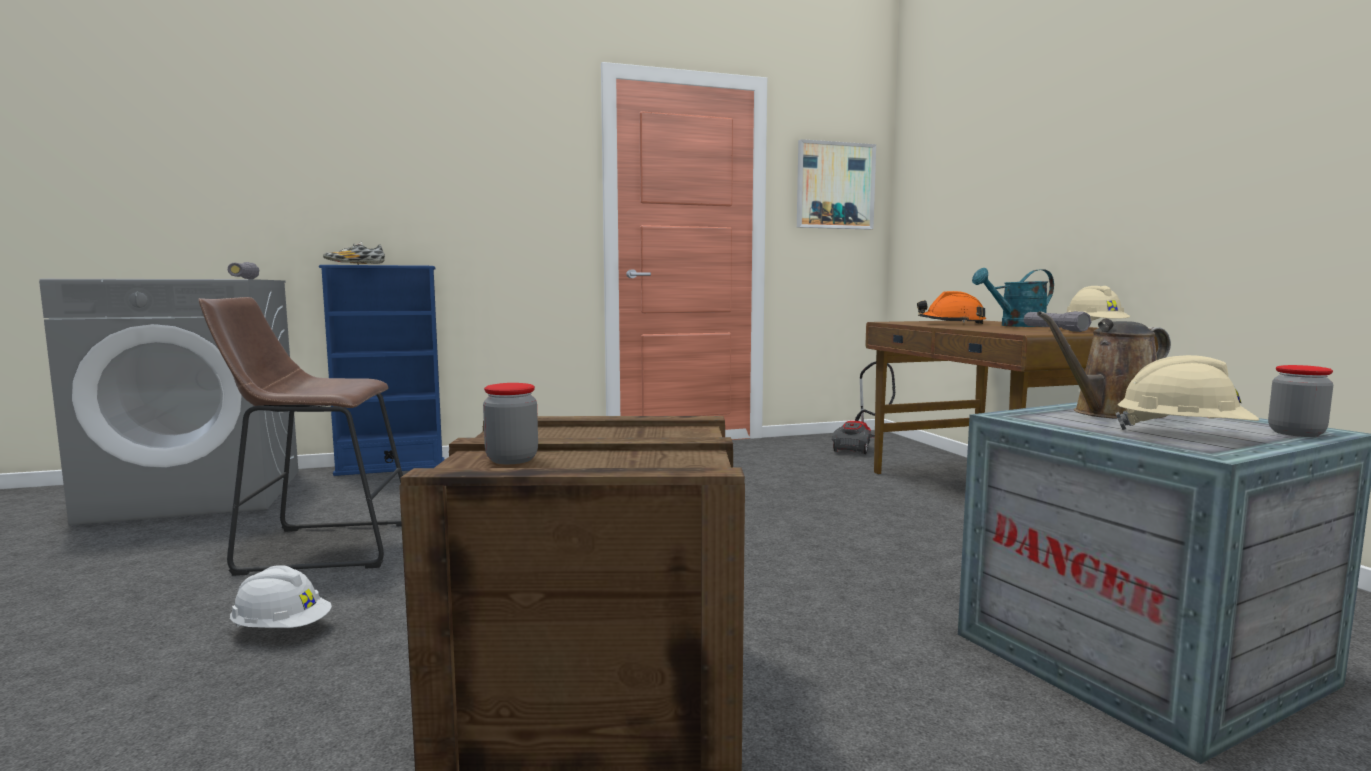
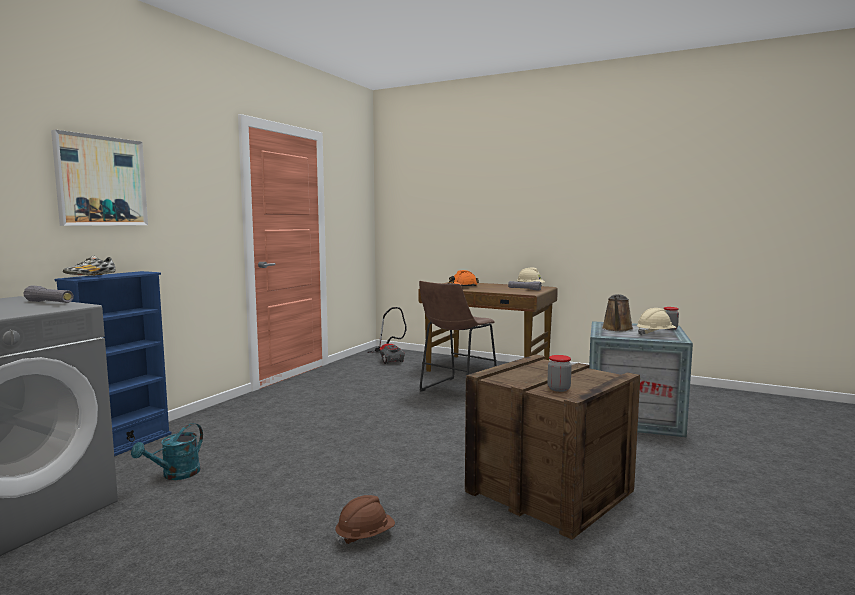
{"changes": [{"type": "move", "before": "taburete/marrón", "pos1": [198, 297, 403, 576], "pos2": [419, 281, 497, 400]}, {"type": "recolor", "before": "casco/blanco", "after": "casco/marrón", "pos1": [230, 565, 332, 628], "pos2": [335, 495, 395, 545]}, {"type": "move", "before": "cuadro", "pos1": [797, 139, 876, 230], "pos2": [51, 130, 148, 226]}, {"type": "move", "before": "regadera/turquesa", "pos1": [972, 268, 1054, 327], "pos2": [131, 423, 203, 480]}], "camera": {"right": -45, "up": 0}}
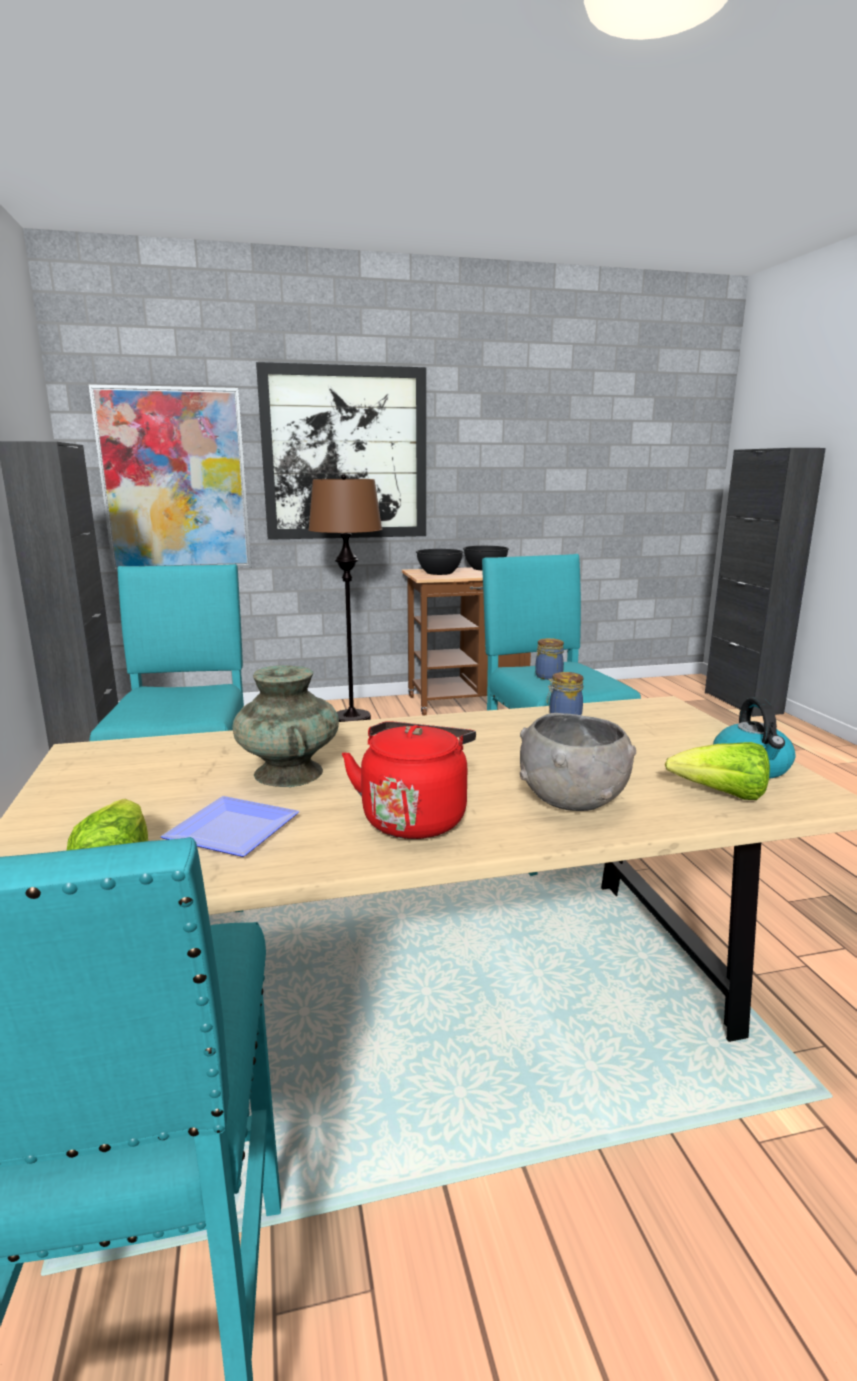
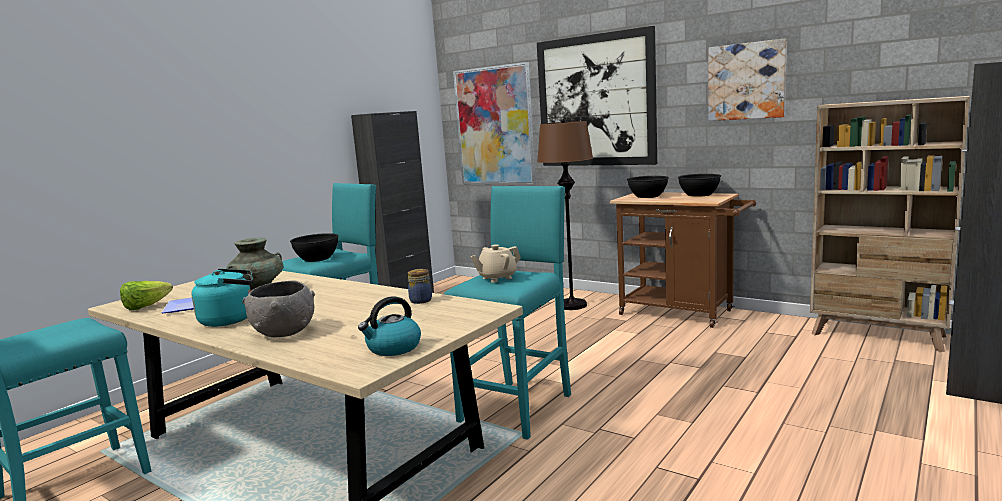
{"changes": [{"type": "recolor", "before": "hervidor/rojo", "after": "hervidor/turquesa", "pos1": [342, 721, 476, 839], "pos2": [191, 269, 253, 327]}, {"type": "replace", "before": "tarro", "after": "tetera/beis", "pos1": [535, 638, 564, 680], "pos2": [471, 244, 521, 282]}, {"type": "delete", "before": "lechuga", "pos1": [665, 742, 770, 800]}, {"type": "insert", "after": "cuenco/negro", "pos2": [290, 233, 339, 262]}, {"type": "insert", "after": "cuadro", "pos2": [708, 39, 787, 121]}, {"type": "insert", "after": "estantería/beis", "pos2": [810, 96, 970, 352]}], "camera": {"right": 50, "up": -5}}
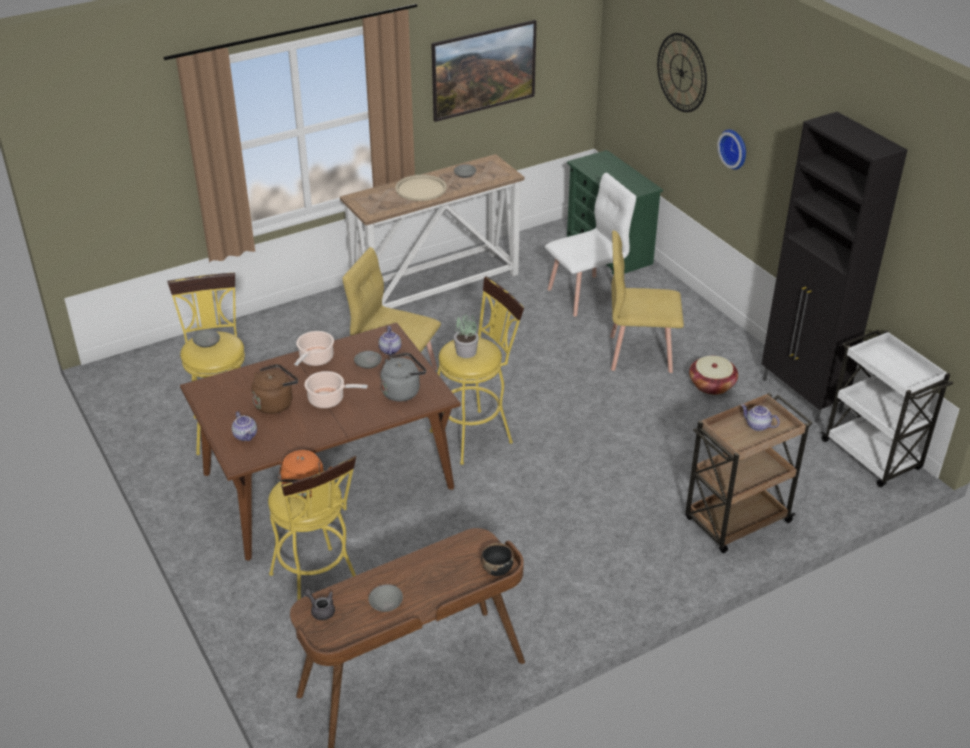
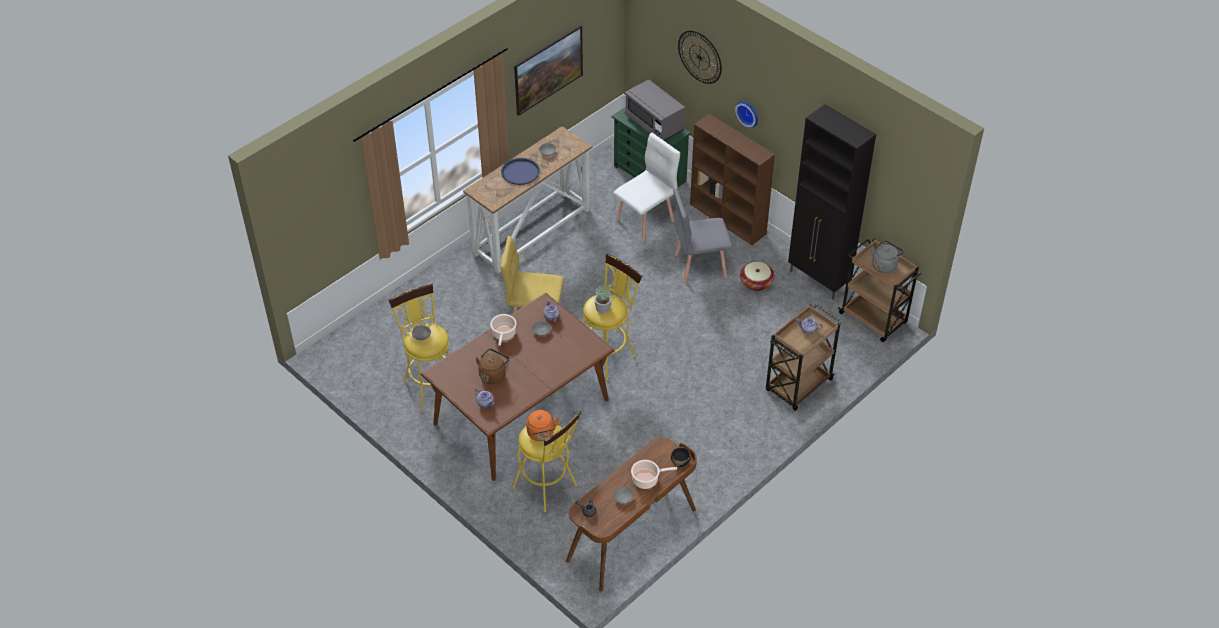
{"changes": [{"type": "move", "before": "olla", "pos1": [305, 371, 368, 408], "pos2": [631, 460, 677, 489]}, {"type": "move", "before": "hervidor/gris", "pos1": [380, 353, 426, 402], "pos2": [871, 240, 904, 273]}, {"type": "recolor", "before": "bandeja/beis", "after": "bandeja/azul", "pos1": [395, 175, 447, 201], "pos2": [501, 158, 540, 185]}, {"type": "recolor", "before": "silla/amarillo", "after": "silla/gris", "pos1": [610, 231, 684, 373], "pos2": [673, 188, 733, 284]}, {"type": "recolor", "before": "carrito/blanco", "after": "carrito/marrón", "pos1": [821, 330, 953, 487], "pos2": [838, 239, 922, 342]}, {"type": "insert", "after": "microondas/gris", "pos2": [624, 80, 685, 141]}, {"type": "insert", "after": "estantería/marrón", "pos2": [690, 114, 775, 245]}], "camera": {"right": -15, "up": 10}}
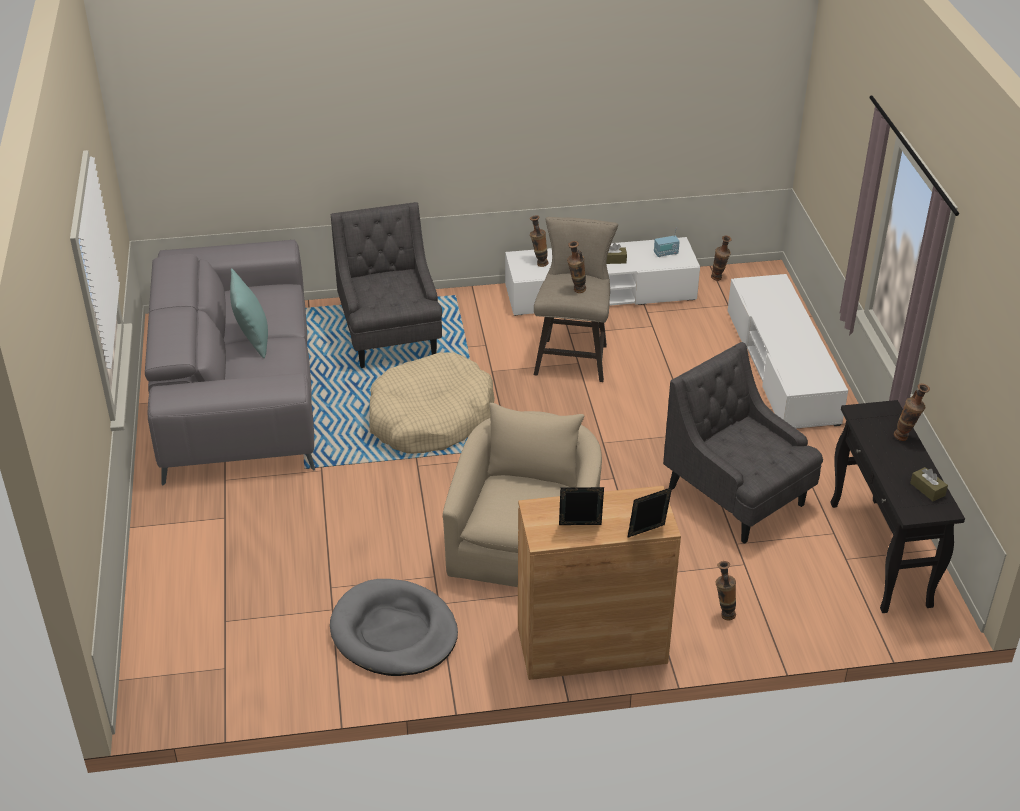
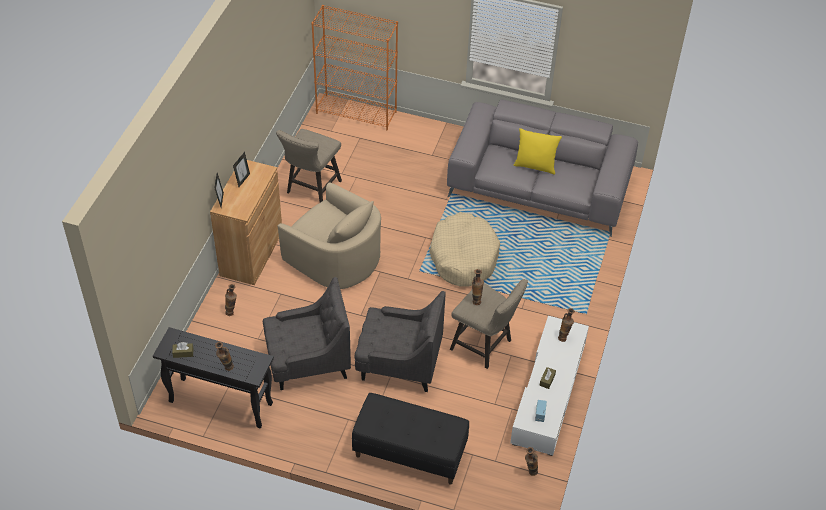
{"changes": [{"type": "recolor", "before": "cojín/turquesa", "after": "cojín/amarillo", "pos1": [230, 268, 268, 358], "pos2": [514, 128, 562, 175]}, {"type": "replace", "before": "cama para perro/gris", "after": "taburete/beis", "pos1": [330, 579, 458, 676], "pos2": [276, 129, 342, 202]}, {"type": "move", "before": "sillón/gris", "pos1": [331, 202, 442, 368], "pos2": [354, 291, 446, 392]}, {"type": "replace", "before": "mueble de televisión/blanco", "after": "banco/negro", "pos1": [728, 274, 848, 428], "pos2": [352, 393, 469, 484]}, {"type": "insert", "after": "estantería/naranja", "pos2": [311, 5, 398, 131]}], "camera": {"right": 115, "up": 10}}
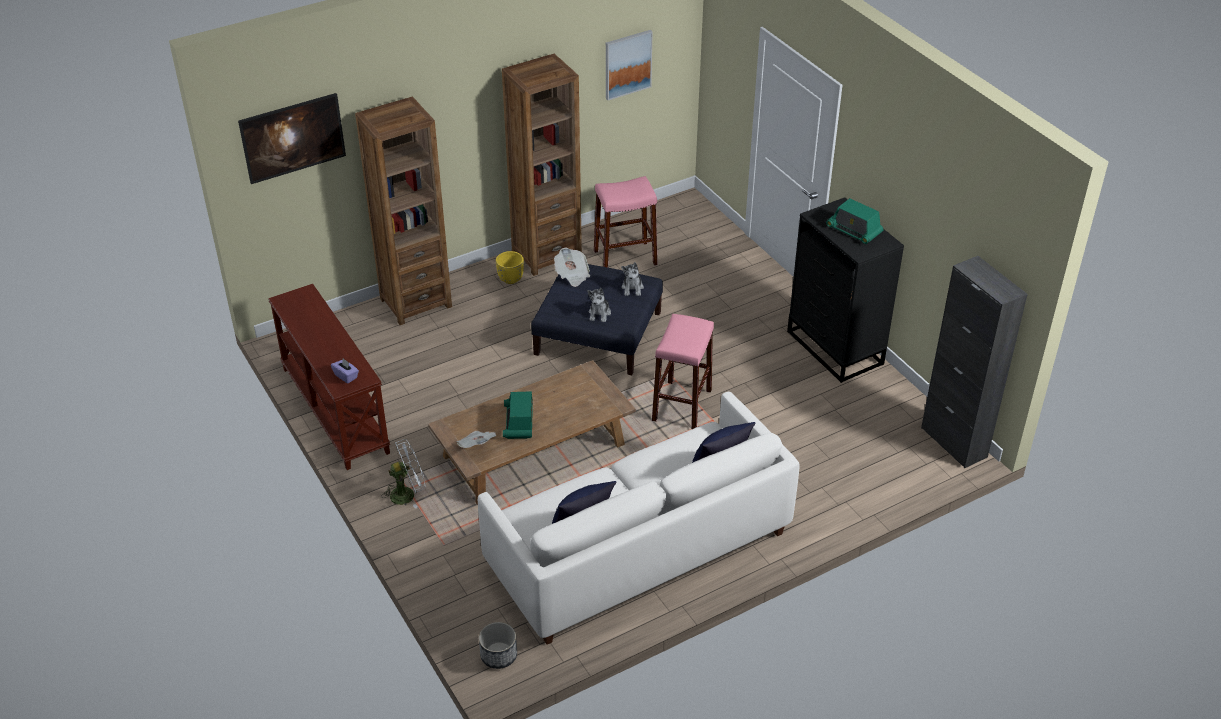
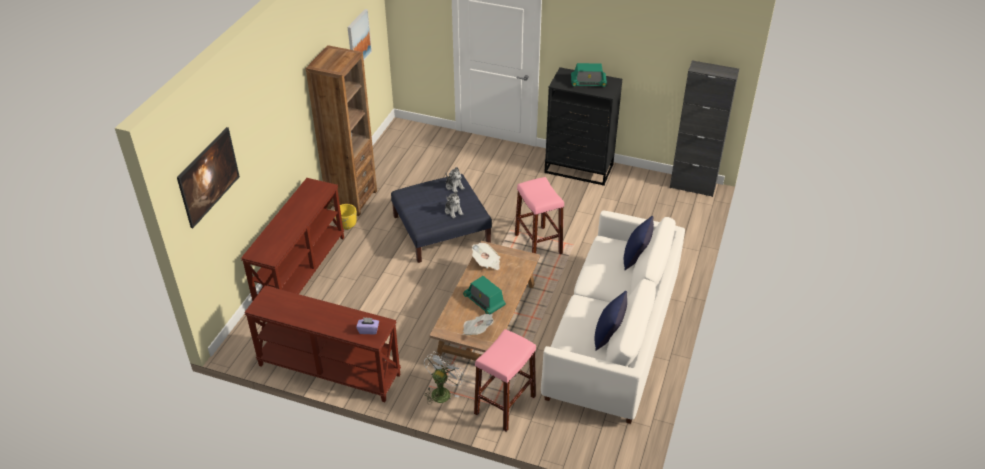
{"changes": [{"type": "replace", "before": "estantería/marrón", "after": "mesa consola/marrón", "pos1": [355, 97, 452, 325], "pos2": [241, 178, 344, 301]}, {"type": "delete", "before": "maceta", "pos1": [479, 622, 517, 669]}, {"type": "move", "before": "periódico", "pos1": [554, 247, 590, 287], "pos2": [472, 243, 500, 270]}, {"type": "move", "before": "taburete/rosa", "pos1": [594, 176, 658, 267], "pos2": [474, 329, 536, 432]}], "camera": {"right": -40, "up": 0}}
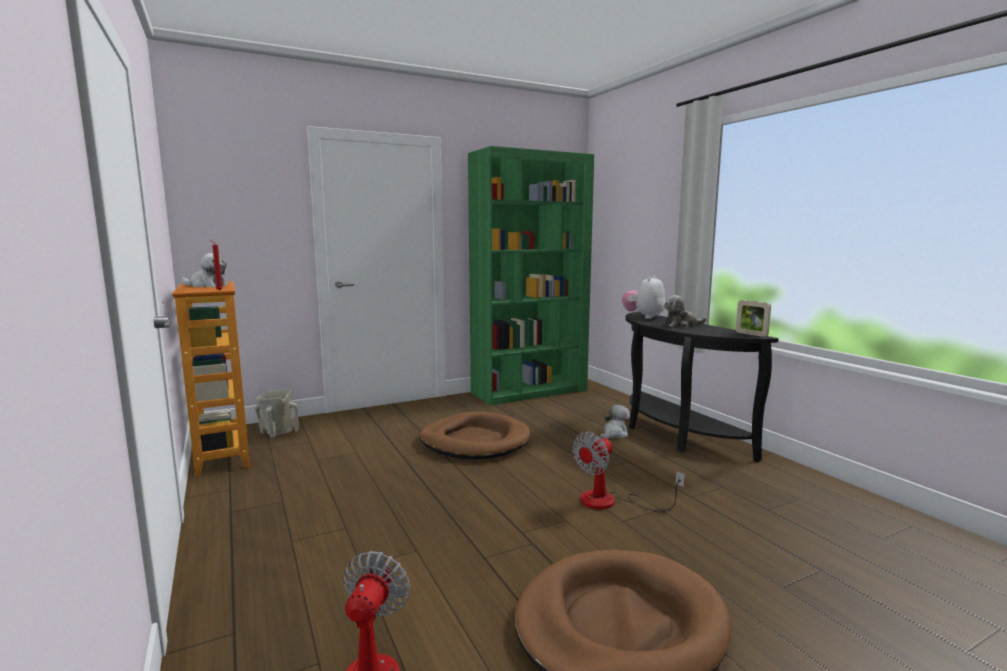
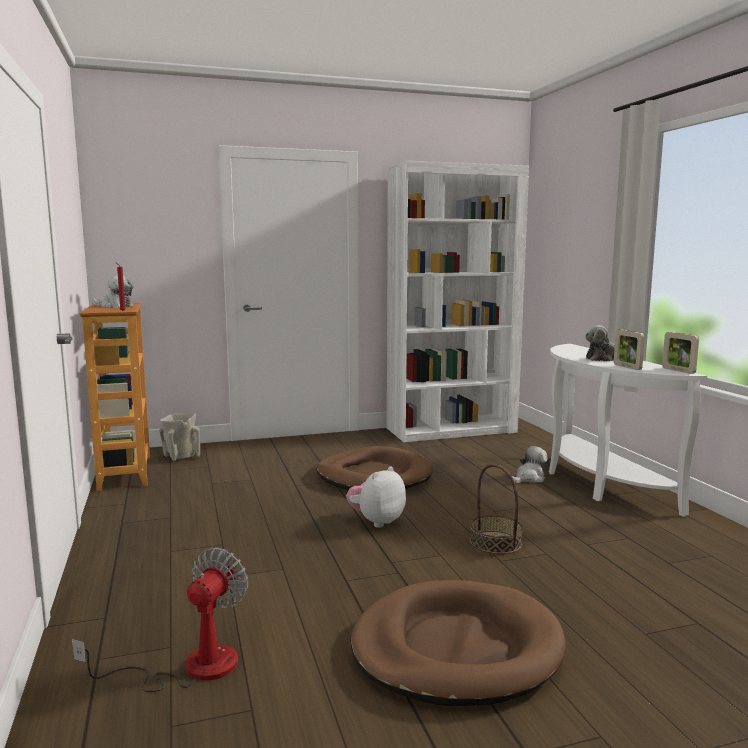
{"changes": [{"type": "recolor", "before": "estantería/verde", "after": "estantería/blanco", "pos1": [468, 146, 594, 405], "pos2": [387, 160, 529, 442]}, {"type": "replace", "before": "ventilador", "after": "cesta", "pos1": [573, 432, 685, 511], "pos2": [469, 464, 523, 554]}, {"type": "move", "before": "peluche", "pos1": [622, 276, 665, 319], "pos2": [346, 466, 406, 528]}, {"type": "recolor", "before": "mesa consola/negro", "after": "mesa consola/blanco", "pos1": [625, 312, 779, 462], "pos2": [549, 344, 707, 517]}, {"type": "insert", "after": "portarretratos", "pos2": [614, 329, 645, 370]}], "camera": {"right": 10, "up": 0}}
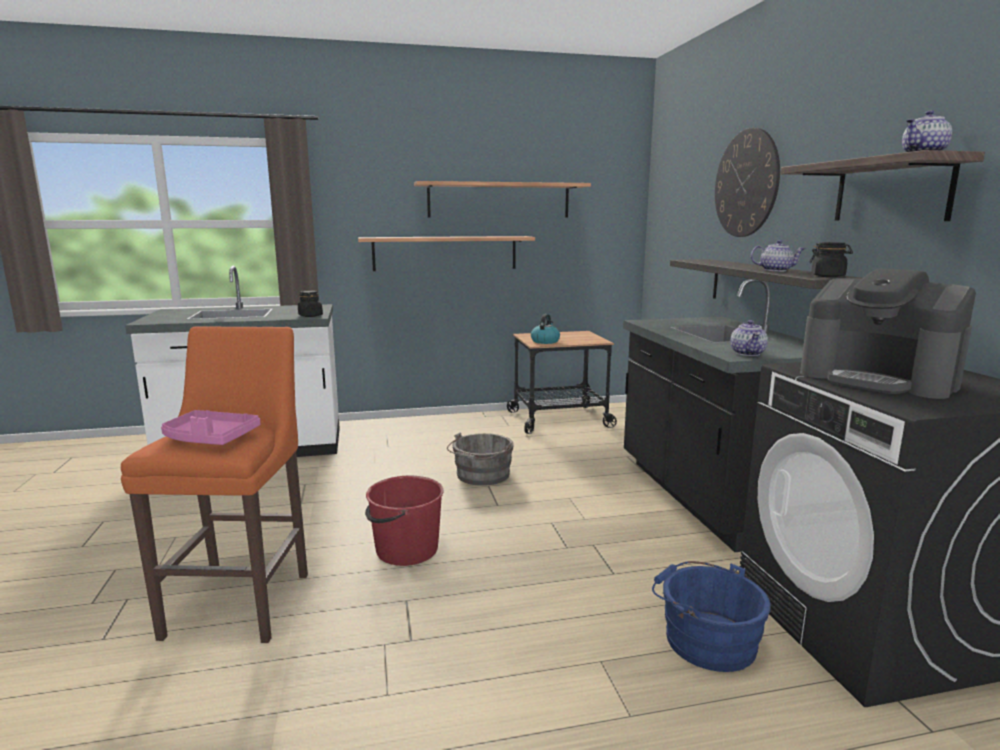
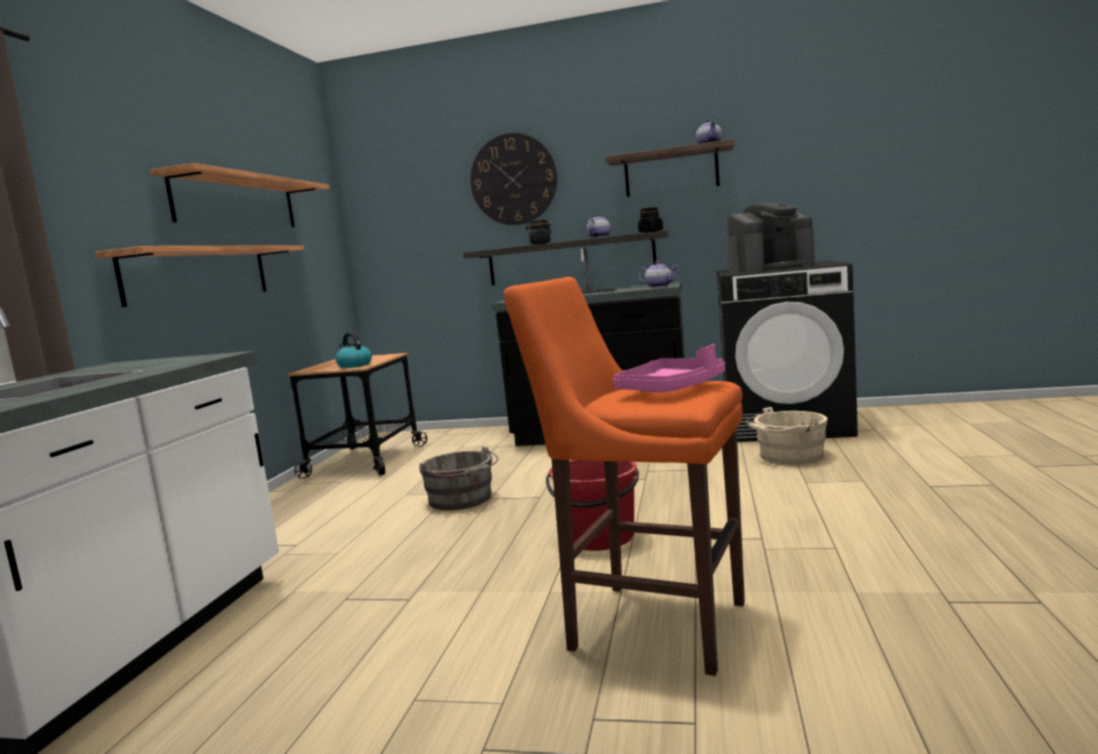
{"changes": [{"type": "move", "before": "tarro/negro", "pos1": [298, 291, 323, 317], "pos2": [526, 220, 552, 245]}, {"type": "recolor", "before": "cubo/azul", "after": "cubo/beis", "pos1": [652, 561, 771, 672], "pos2": [746, 407, 828, 465]}], "camera": {"right": -65, "up": -5}}
